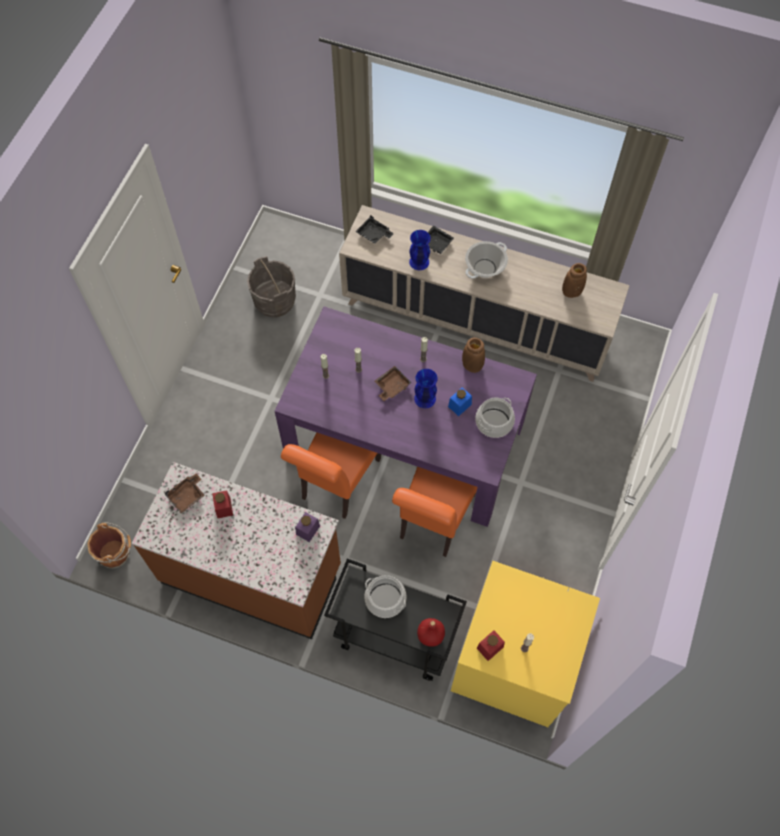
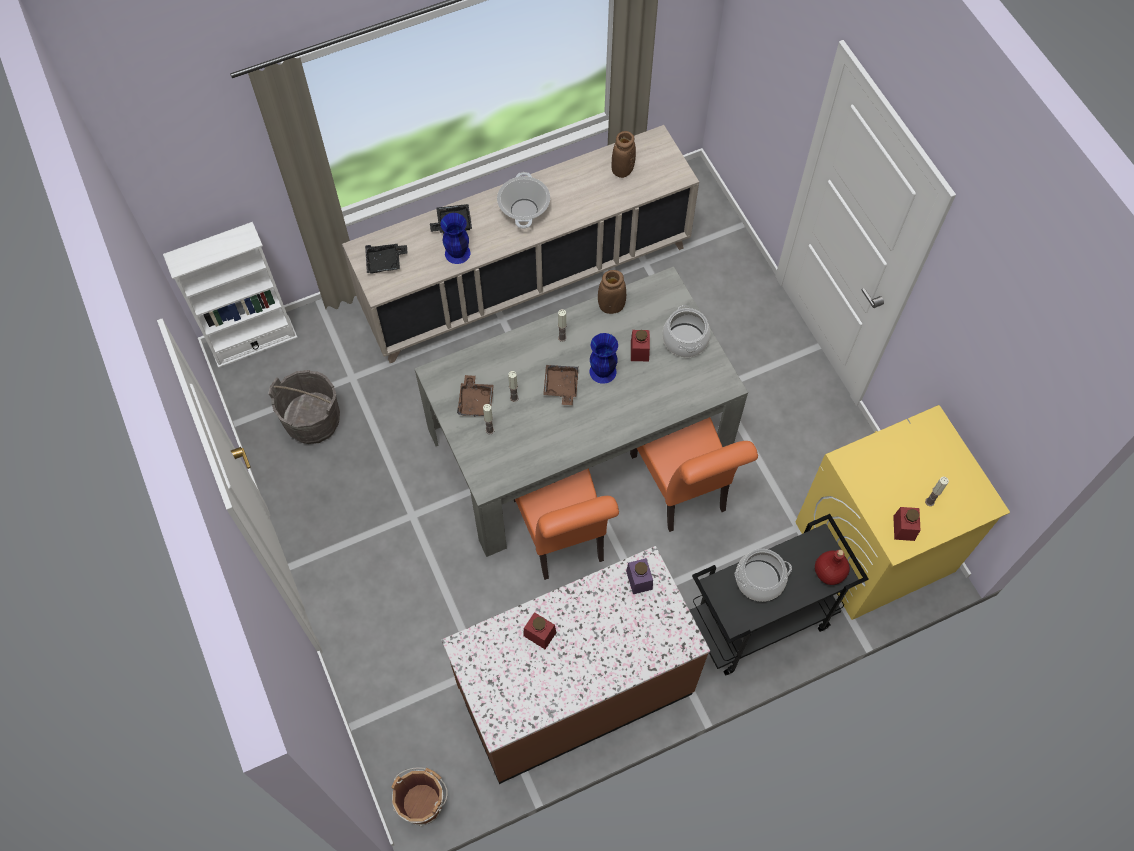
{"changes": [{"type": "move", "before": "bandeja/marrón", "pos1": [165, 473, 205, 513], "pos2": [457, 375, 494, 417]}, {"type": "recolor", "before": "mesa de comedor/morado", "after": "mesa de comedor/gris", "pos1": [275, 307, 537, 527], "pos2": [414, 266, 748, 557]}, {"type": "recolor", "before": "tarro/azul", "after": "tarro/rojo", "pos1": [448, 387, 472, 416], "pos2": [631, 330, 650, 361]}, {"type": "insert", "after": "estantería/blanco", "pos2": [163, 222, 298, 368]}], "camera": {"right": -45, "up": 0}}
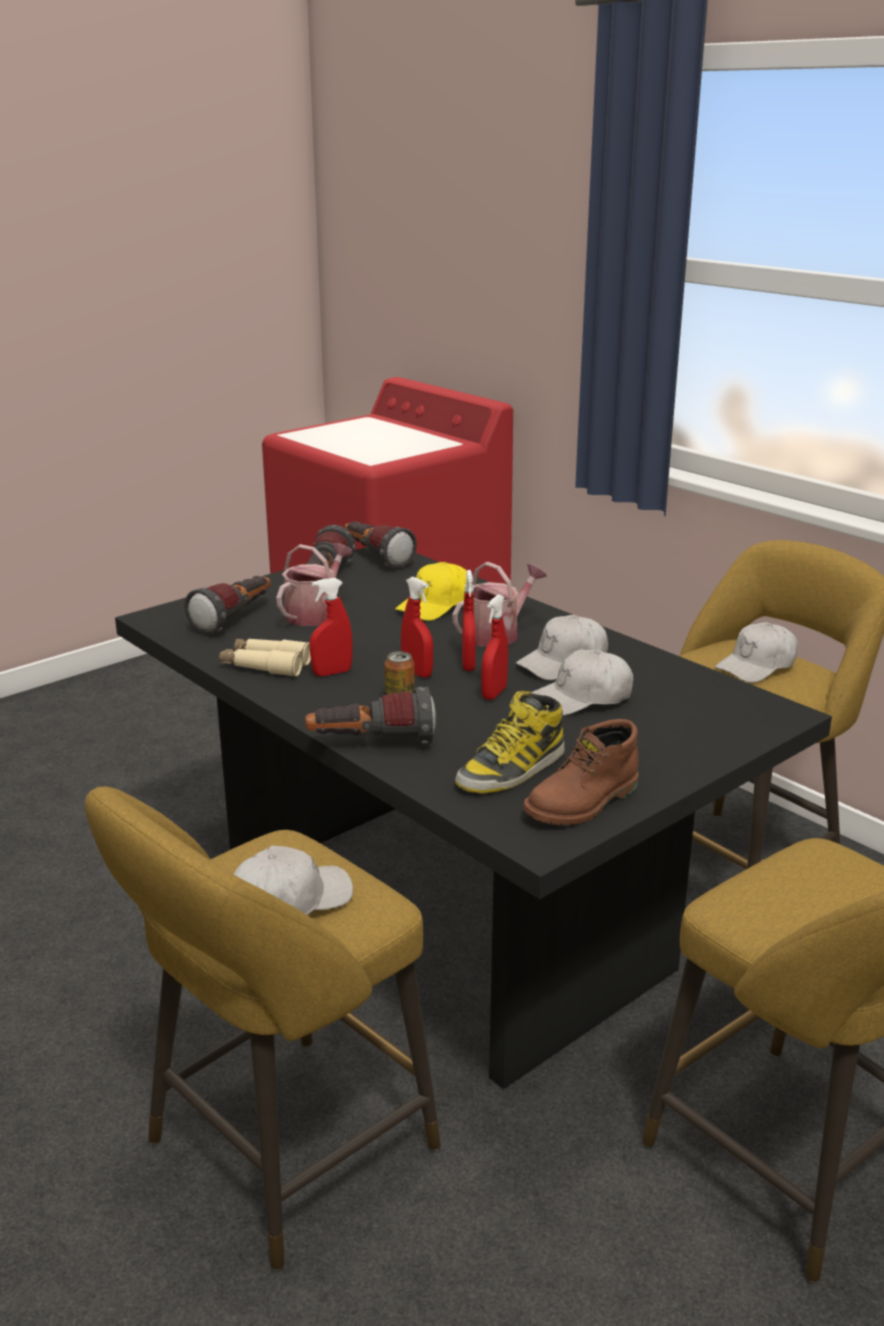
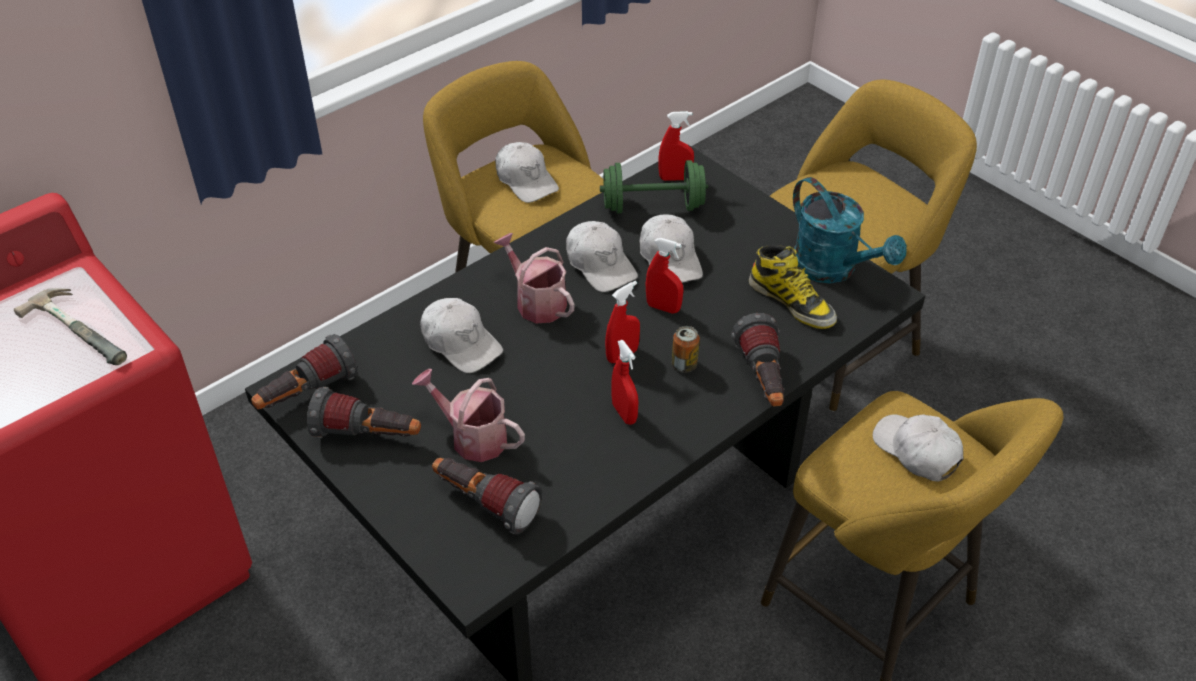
{"changes": [{"type": "delete", "before": "prismáticos/beis", "pos1": [219, 639, 311, 677]}, {"type": "recolor", "before": "gorra/amarillo", "after": "gorra/blanco", "pos1": [395, 562, 467, 621], "pos2": [420, 298, 503, 373]}, {"type": "move", "before": "pulverizador/rojo", "pos1": [462, 570, 475, 671], "pos2": [658, 111, 694, 181]}, {"type": "replace", "before": "bota/marrón", "after": "regadera/turquesa", "pos1": [523, 719, 639, 825], "pos2": [793, 177, 907, 284]}, {"type": "insert", "after": "martillo", "pos2": [14, 288, 127, 365]}, {"type": "insert", "after": "mancuerna/verde", "pos2": [600, 160, 708, 214]}], "camera": {"right": -90, "up": 20}}
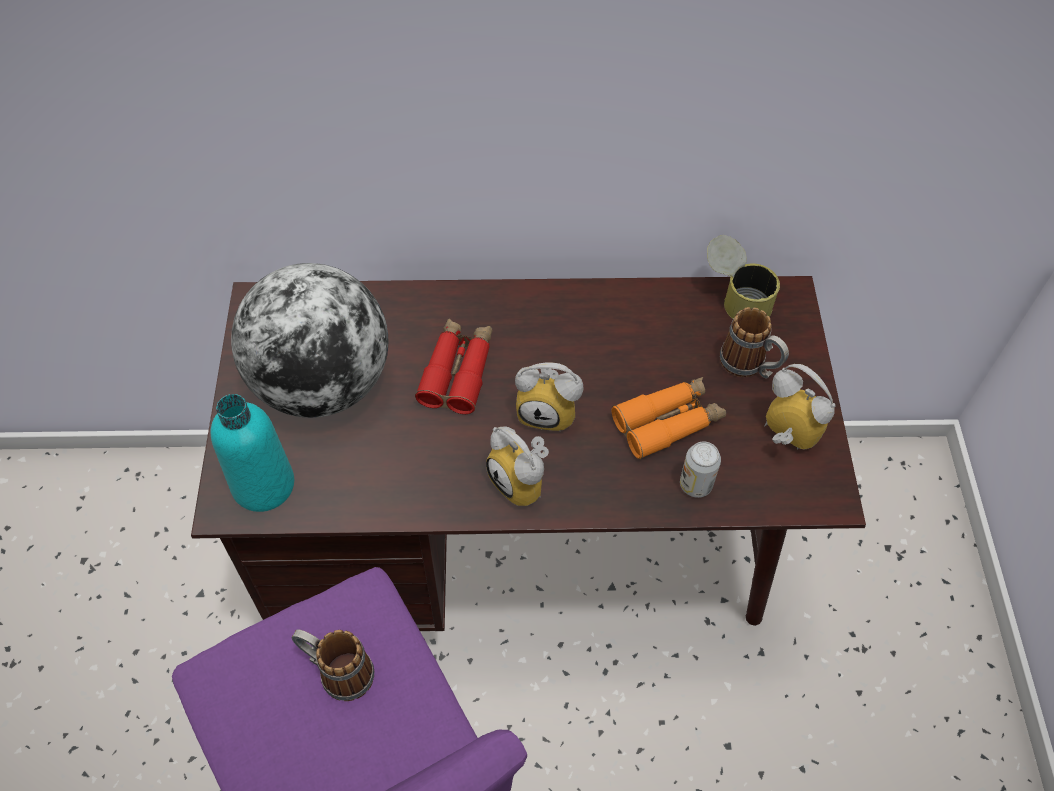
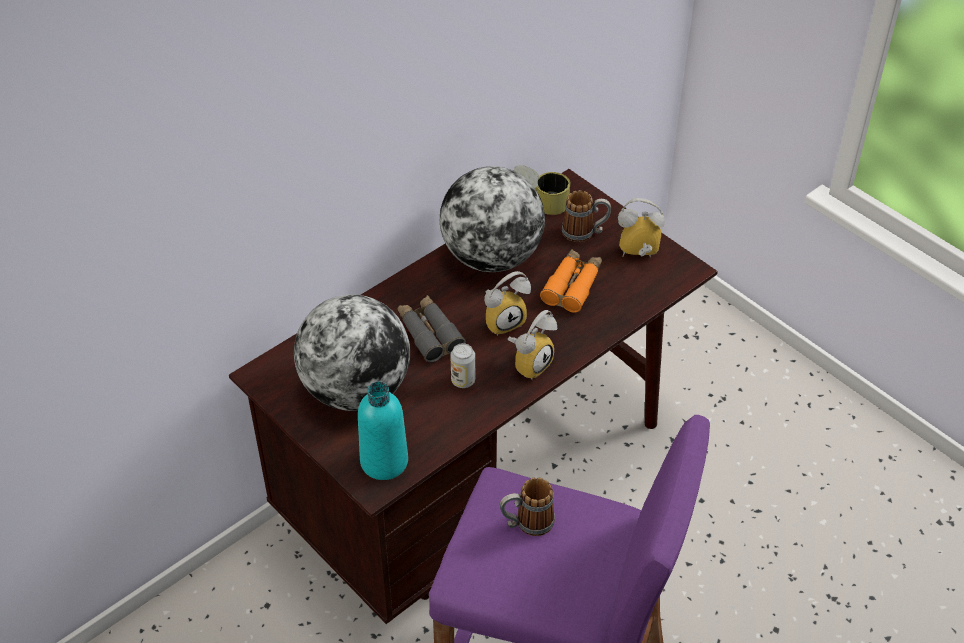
{"changes": [{"type": "recolor", "before": "prismáticos/rojo", "after": "prismáticos/gris", "pos1": [415, 318, 492, 414], "pos2": [397, 295, 466, 362]}, {"type": "rotate", "before": "despertador", "pos1": [486, 426, 549, 506], "pos2": [507, 310, 557, 380], "turn": -60}, {"type": "move", "before": "lata", "pos1": [680, 441, 721, 498], "pos2": [450, 343, 475, 388]}, {"type": "insert", "after": "globo terráqueo", "pos2": [440, 166, 545, 272]}], "camera": {"right": -40, "up": -10}}
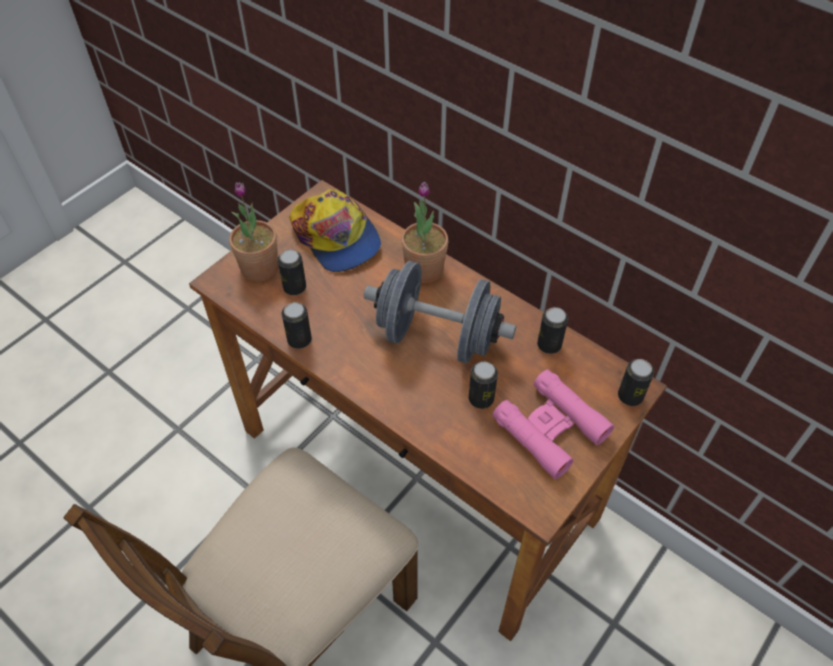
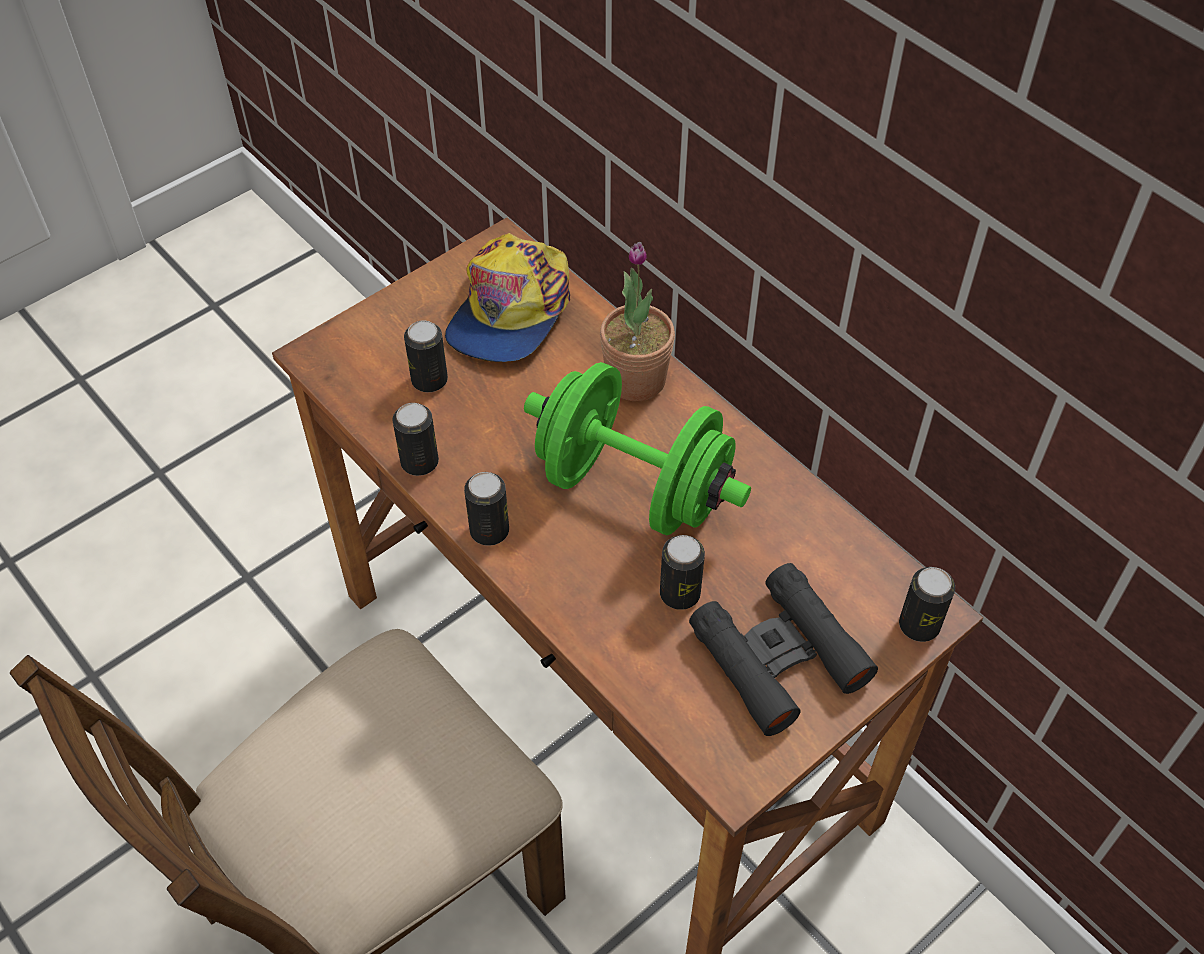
{"changes": [{"type": "delete", "before": "planta en maceta", "pos1": [229, 182, 278, 282]}, {"type": "rotate", "before": "gorra", "pos1": [289, 189, 381, 272], "pos2": [445, 233, 570, 362], "turn": 45}, {"type": "recolor", "before": "mancuerna/gris", "after": "mancuerna/verde", "pos1": [364, 261, 516, 363], "pos2": [524, 362, 751, 536]}, {"type": "recolor", "before": "prismáticos/rosa", "after": "prismáticos/negro", "pos1": [492, 369, 614, 479], "pos2": [689, 563, 878, 736]}, {"type": "move", "before": "lata", "pos1": [537, 307, 568, 354], "pos2": [464, 472, 509, 546]}], "camera": {"right": 10, "up": 0}}
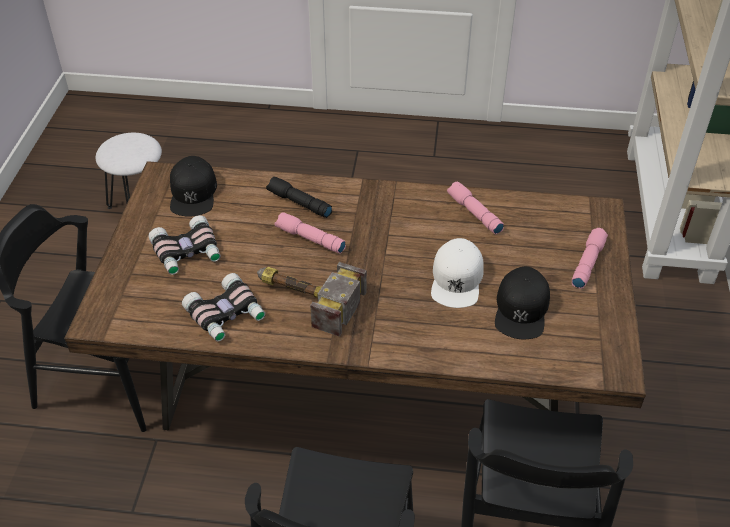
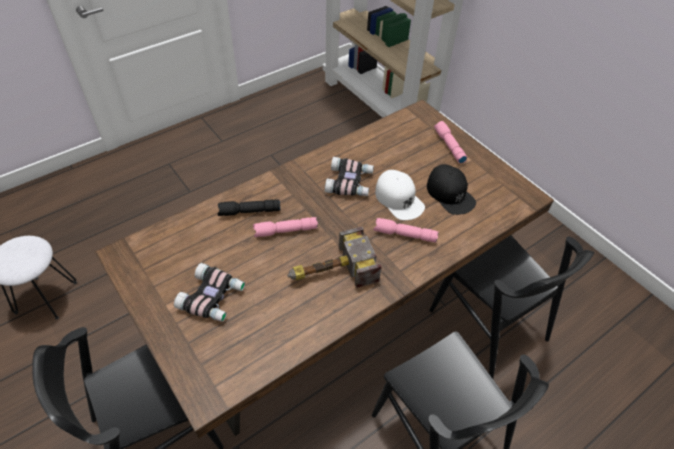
{"changes": [{"type": "delete", "before": "gorra/negro", "pos1": [170, 156, 217, 217]}, {"type": "move", "before": "prismáticos", "pos1": [182, 273, 266, 342], "pos2": [325, 157, 374, 196]}, {"type": "move", "before": "linterna/rosa", "pos1": [447, 182, 504, 234], "pos2": [373, 218, 438, 243]}], "camera": {"right": -45, "up": 5}}
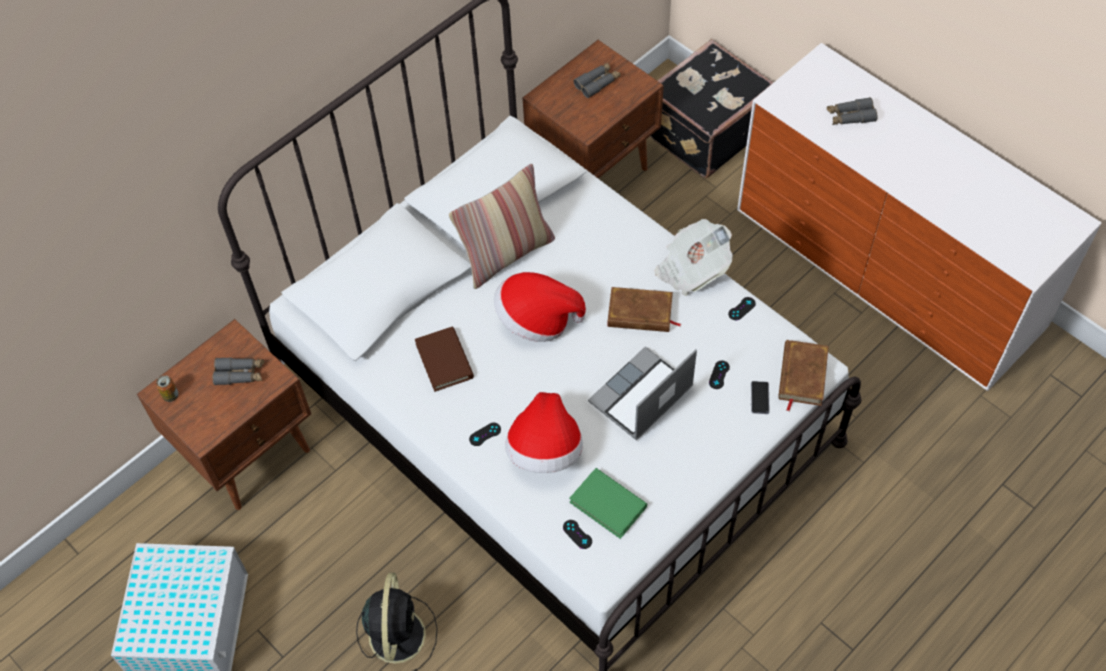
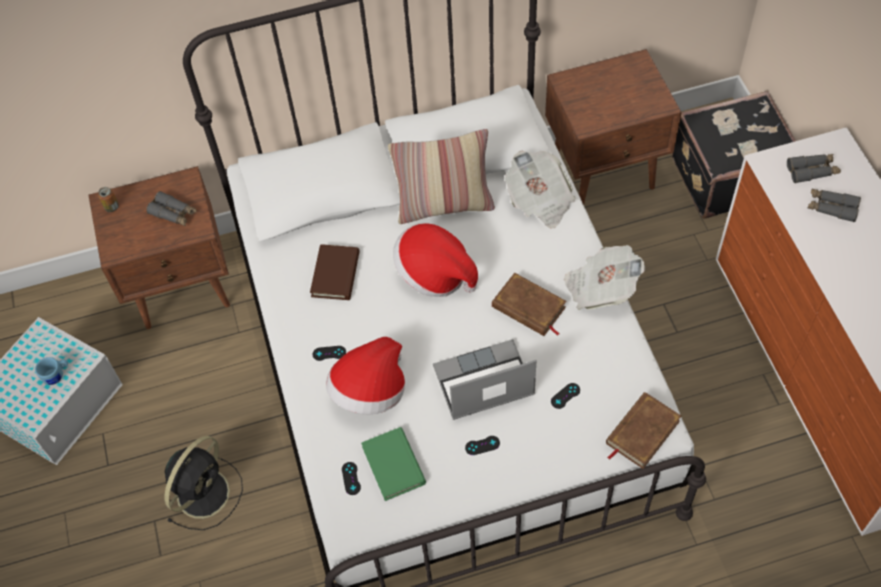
{"changes": [{"type": "move", "before": "prismáticos/gris", "pos1": [573, 63, 621, 98], "pos2": [787, 154, 841, 183]}, {"type": "move", "before": "mando de consola/negro", "pos1": [728, 297, 756, 320], "pos2": [465, 436, 500, 455]}, {"type": "delete", "before": "móvil", "pos1": [751, 381, 770, 414]}, {"type": "insert", "after": "taza grande/azul", "pos2": [35, 357, 68, 385]}, {"type": "insert", "after": "periódico", "pos2": [505, 150, 576, 228]}], "camera": {"right": 30, "up": 0}}
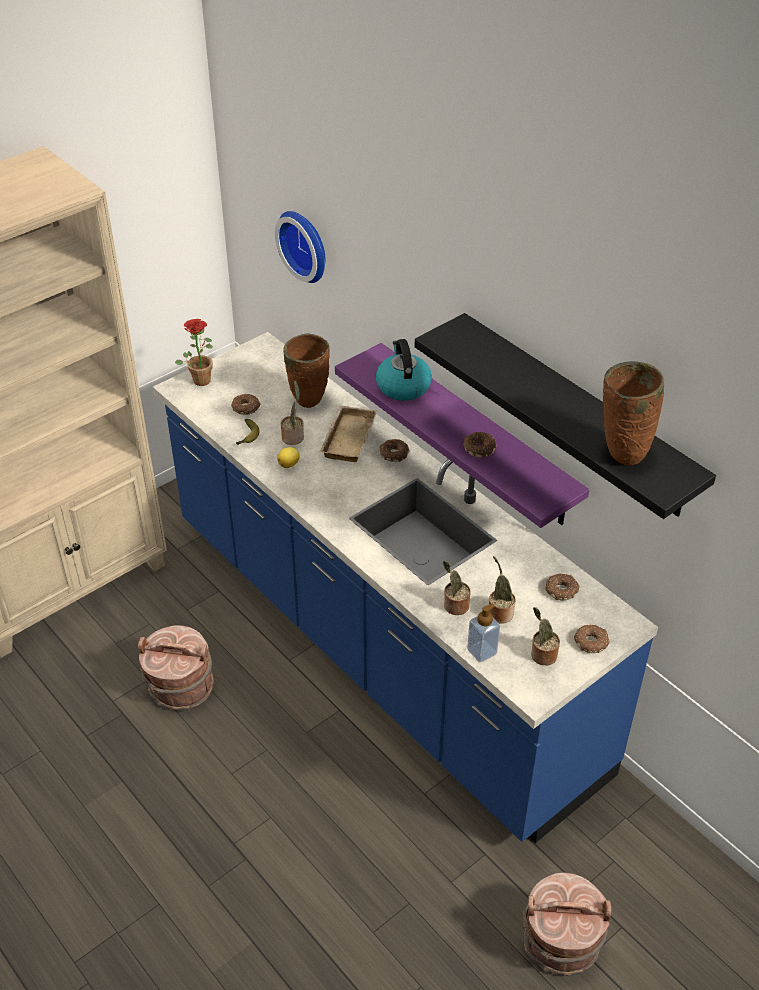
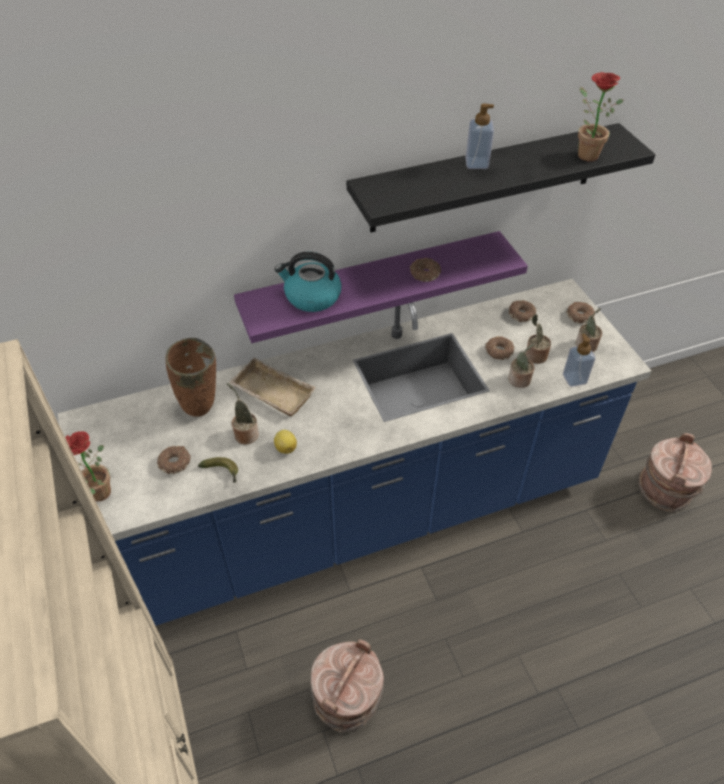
{"changes": [{"type": "delete", "before": "reloj de pared", "pos1": [275, 211, 325, 283]}, {"type": "move", "before": "rosquilla", "pos1": [379, 439, 409, 462], "pos2": [485, 336, 514, 360]}, {"type": "replace", "before": "florero/marrón", "after": "planta en maceta", "pos1": [603, 361, 664, 466], "pos2": [578, 72, 624, 161]}, {"type": "insert", "after": "dispensador de jabón", "pos2": [466, 104, 494, 169]}], "camera": {"right": -70, "up": 5}}
